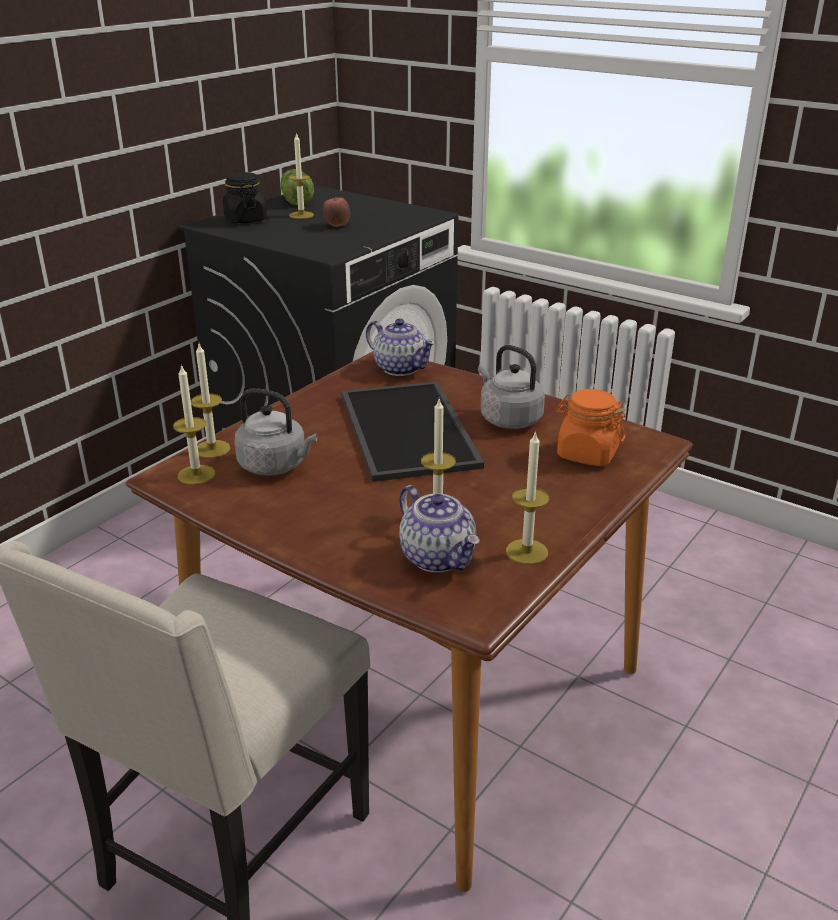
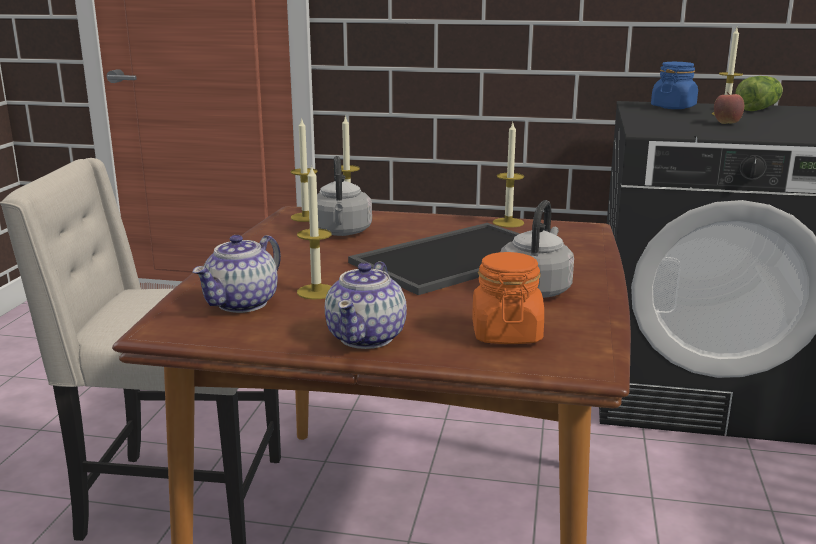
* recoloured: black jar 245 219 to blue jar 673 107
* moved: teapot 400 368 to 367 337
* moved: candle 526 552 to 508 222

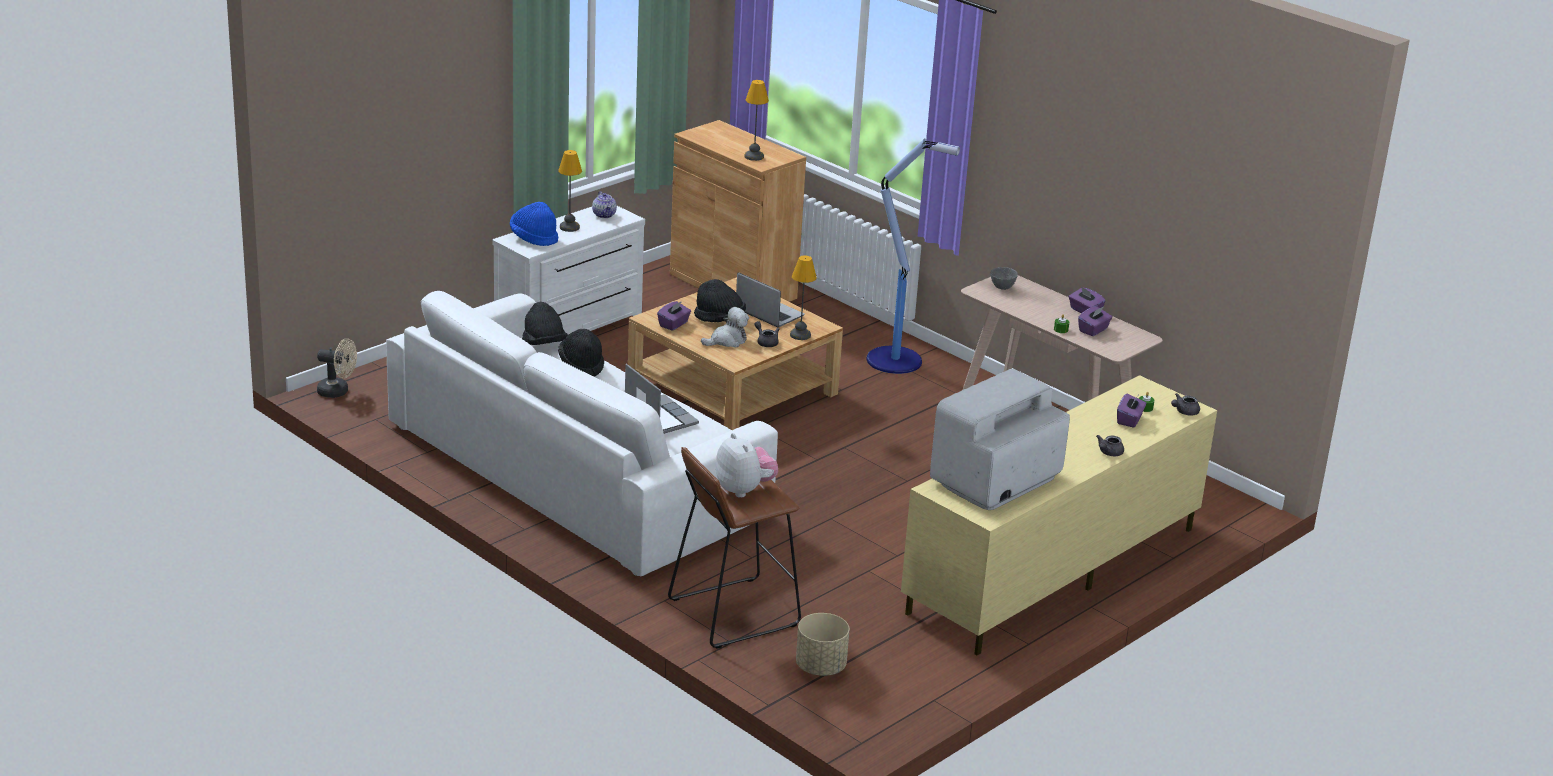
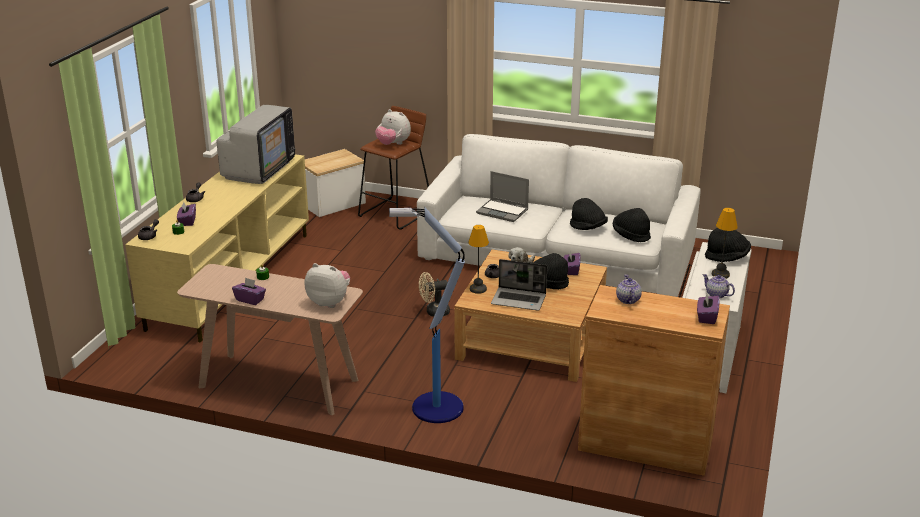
* moved: beige fan 338 392 to 434 312
* recoloured: blue hat 534 238 to black hat 727 257
* replaced: table lamp 754 156 to teapot 627 300
* replaced: beige planter 821 667 to side table 333 204
* replaced: grey bowl 1003 288 to plush toy 329 302
* moved: purple tissue box 1093 330 to 706 317

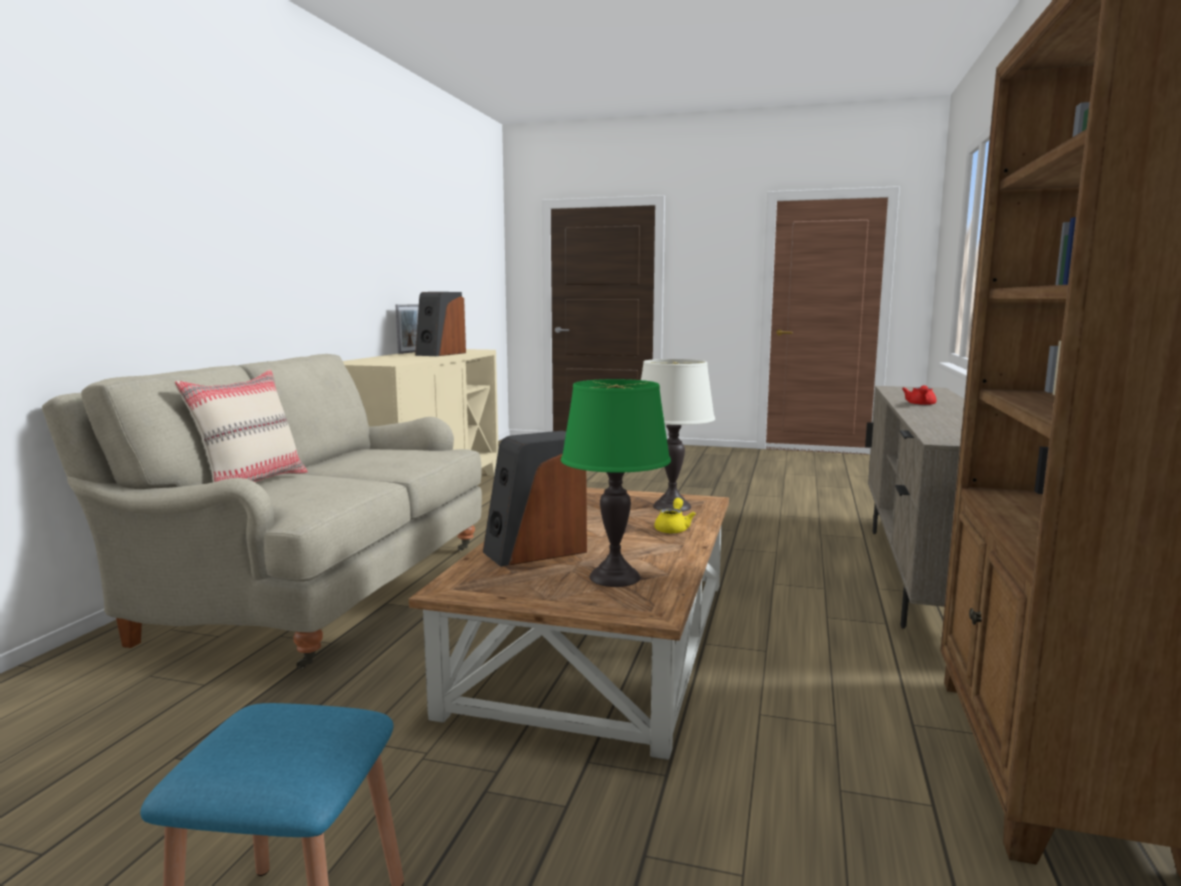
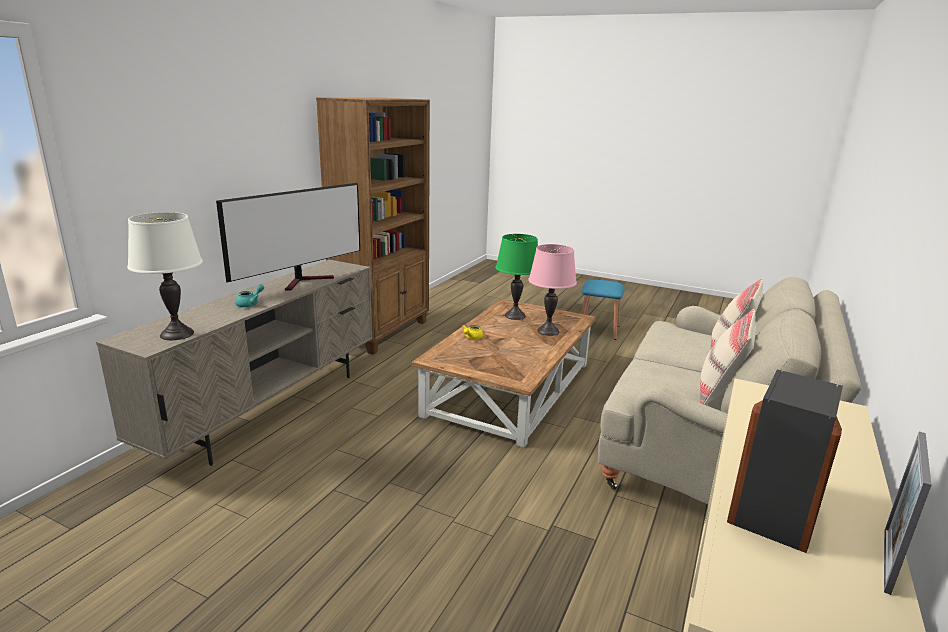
* replaced: speaker 535 551 to pink table lamp 548 331
* moved: white table lamp 672 507 to 177 334
* recoloured: red teapot 920 404 to turquoise teapot 250 304
* added: television 305 281
* added: beige pillow 720 393

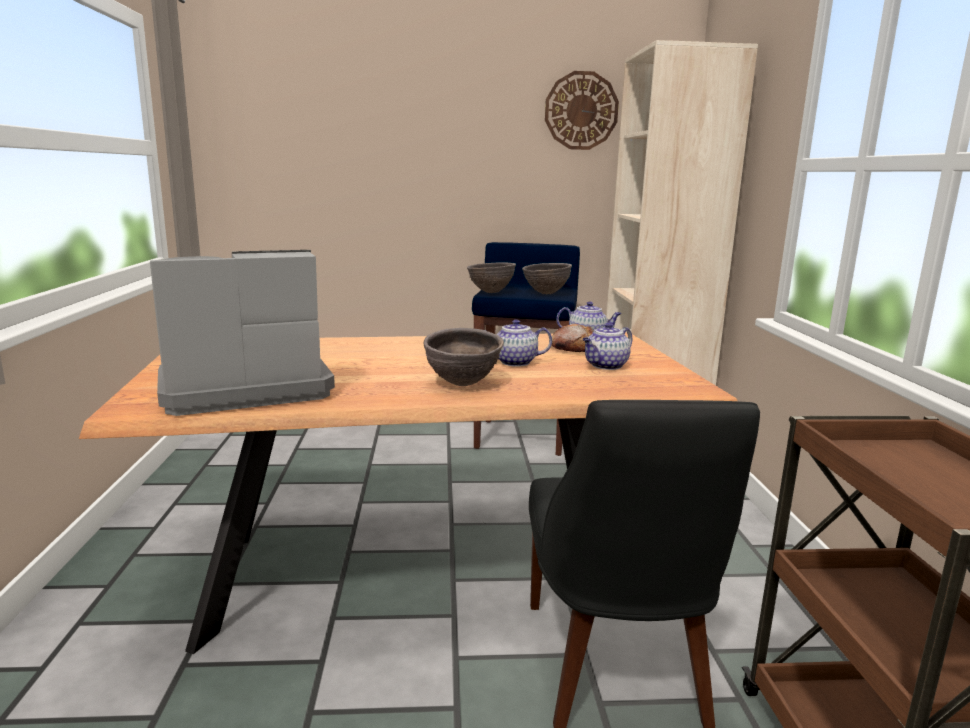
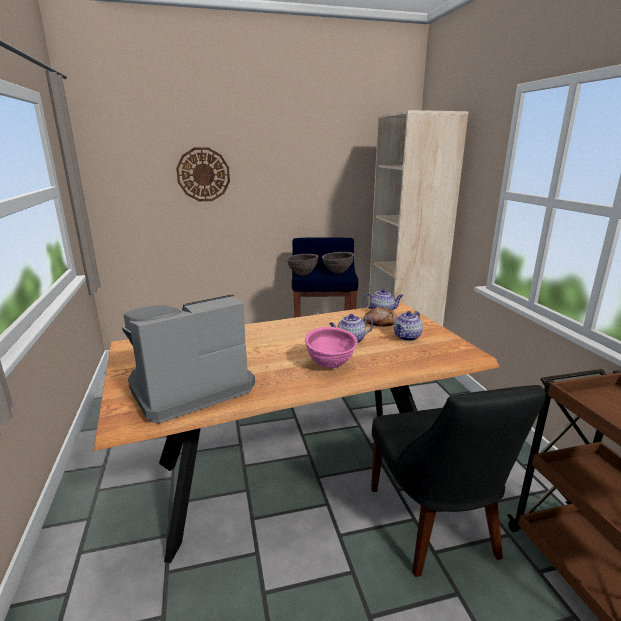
* recoloured: brown bowl 462 384 to pink bowl 330 366
* moved: wall clock 581 111 to 203 174

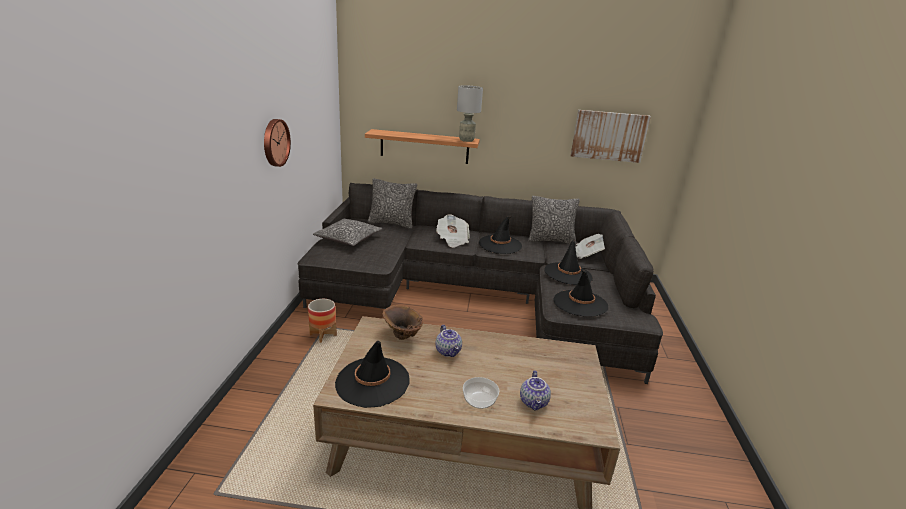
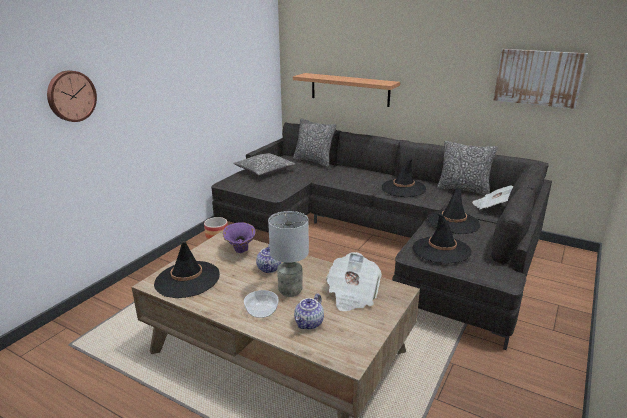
* moved: wall clock 275 142 to 70 96
* recoloured: brown vase 402 337 to purple vase 240 251
* moved: newspaper 452 240 to 352 295
* moved: grey table lamp 467 140 to 290 291

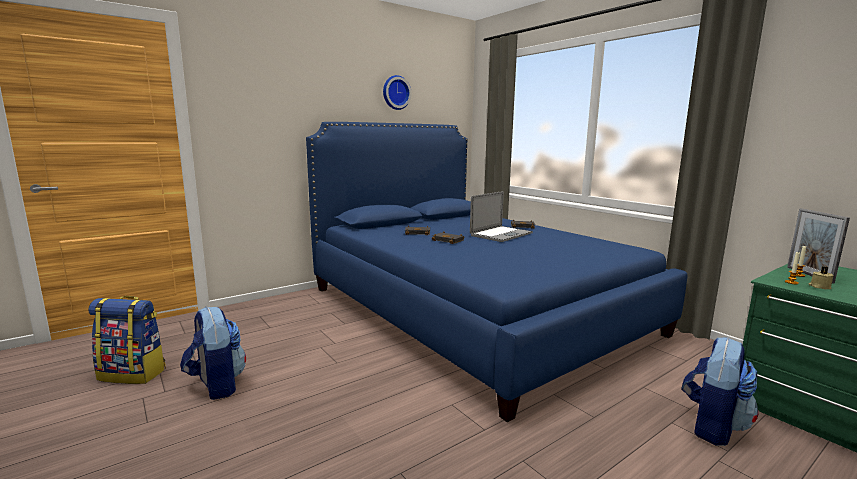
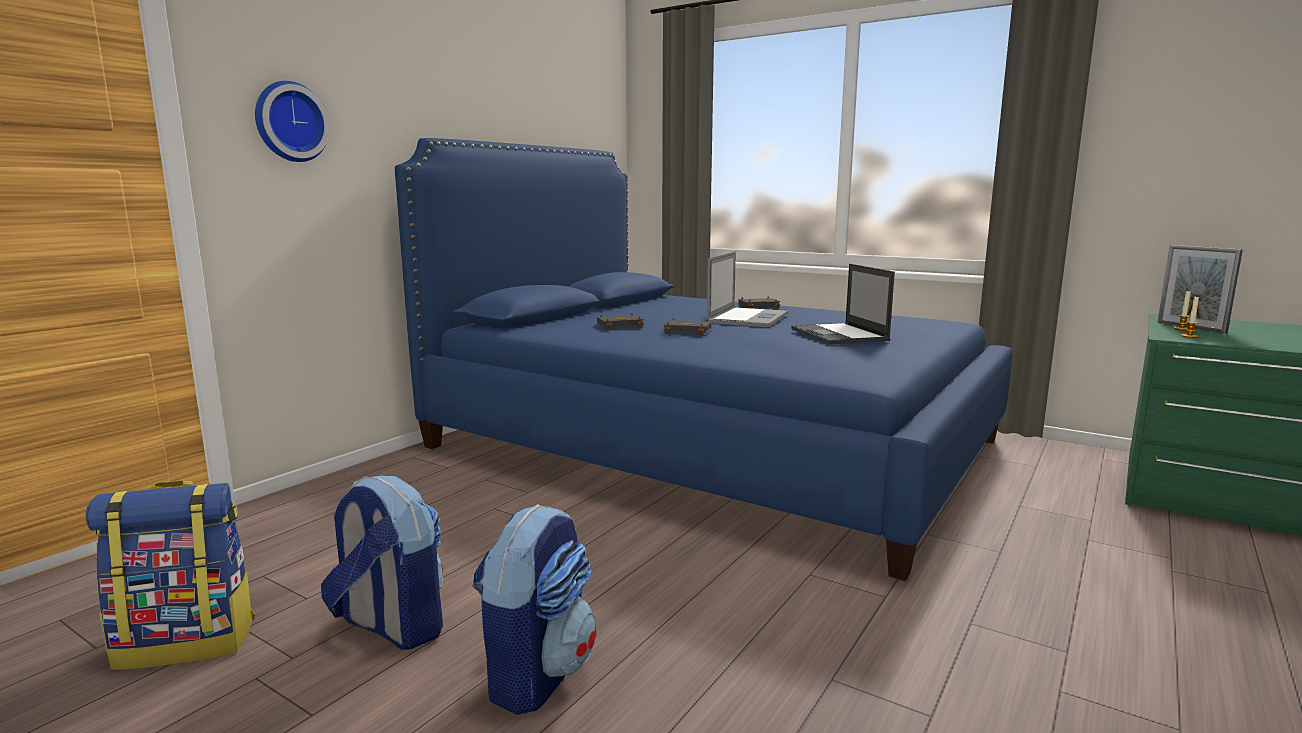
* moved: wall clock 395 92 to 289 122
* moved: backpack 712 426 to 537 673
* removed: beige candle 819 287
* added: laptop 839 335

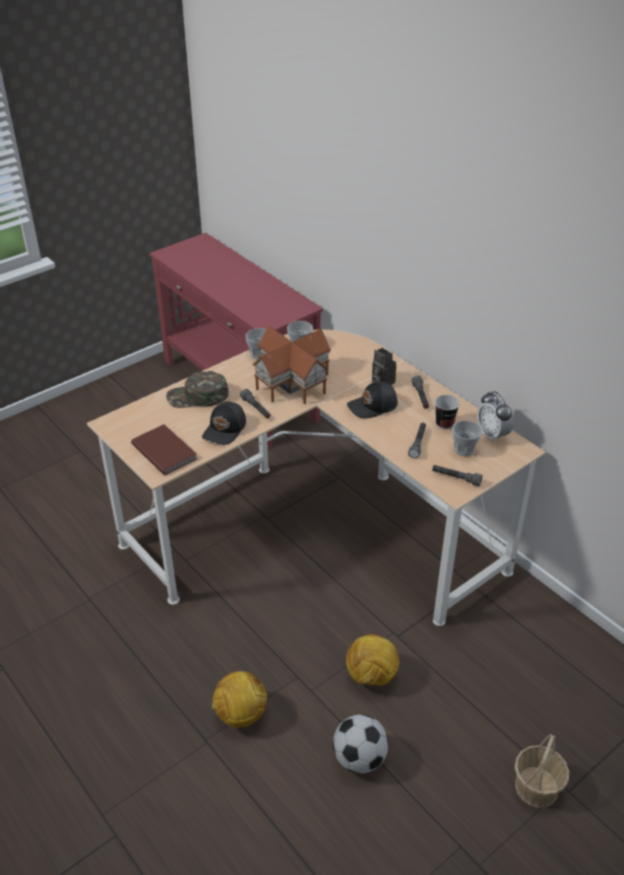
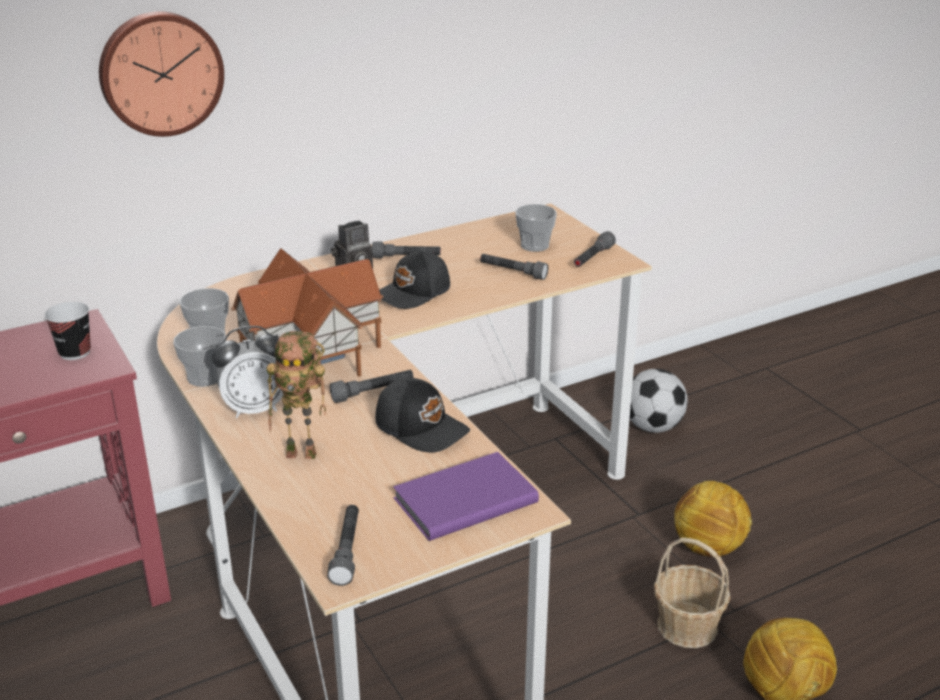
* recoloured: brown book 165 451 to purple book 462 499
* replaced: green cap 197 396 to toy robot 304 453
* moved: football 359 758 to 652 427
* turned: black cap 373 406 = 414 293 60 degrees clockwise
* moved: cup 444 423 to 75 352
* moved: alarm clock 492 435 to 254 408
* moved: basket 537 787 to 687 626
* added: wall clock 160 73
* added: grey flashlight 347 551

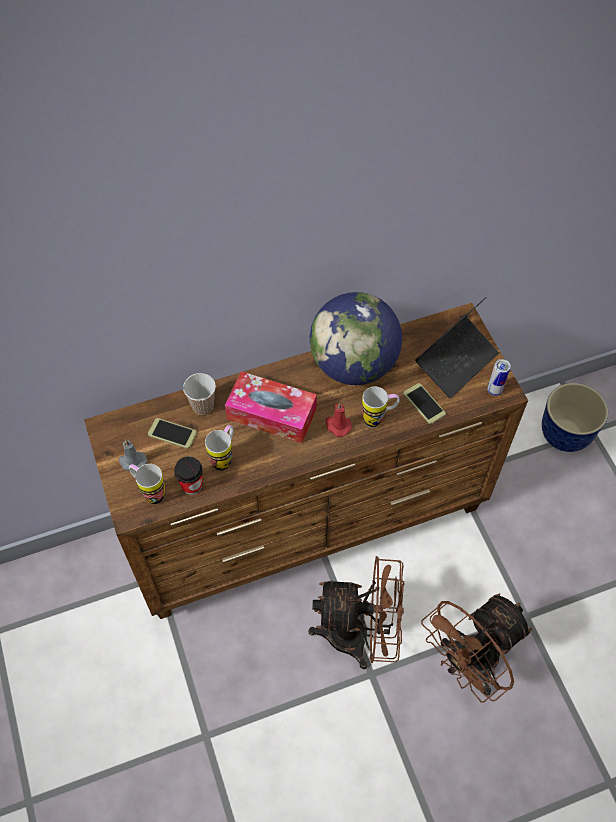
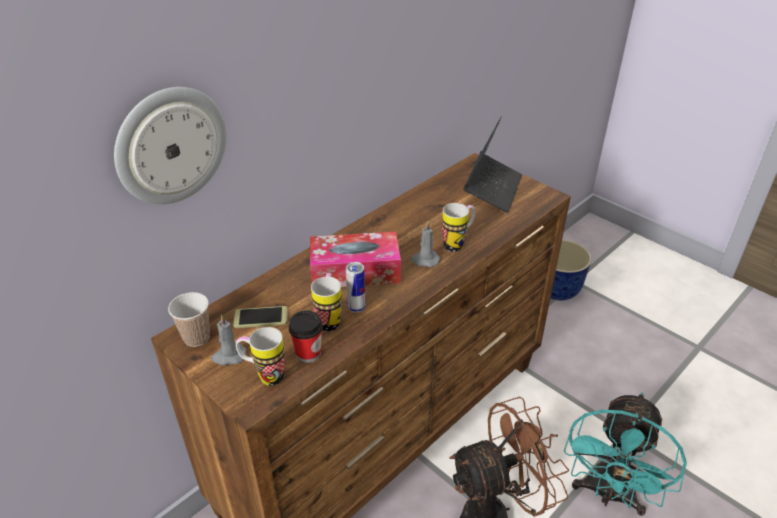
* moved: cup 202 406 to 196 337
* removed: globe 353 364
* recoloured: red candle 337 425 to grey candle 424 260
* removed: phone 424 404
* recoloured: brown fan 468 664 to turquoise fan 608 495
* moved: can 494 390 to 356 307
* added: wall clock 171 145

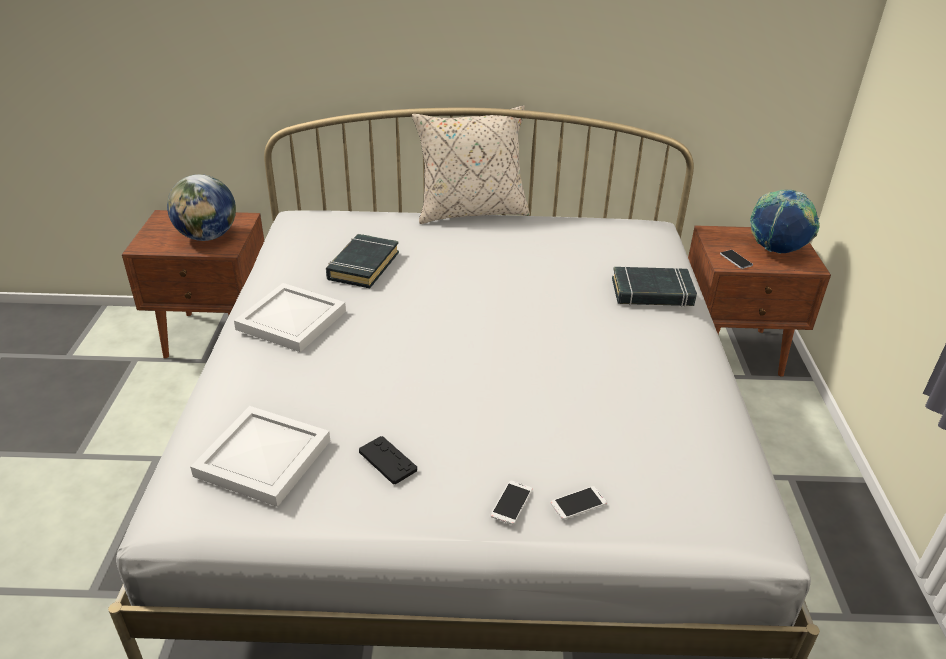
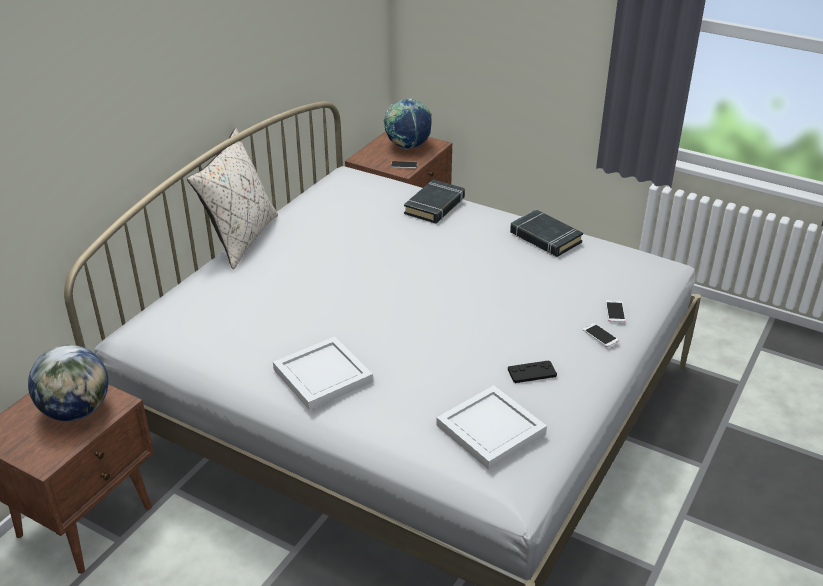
* moved: black book 363 266 to 545 238

